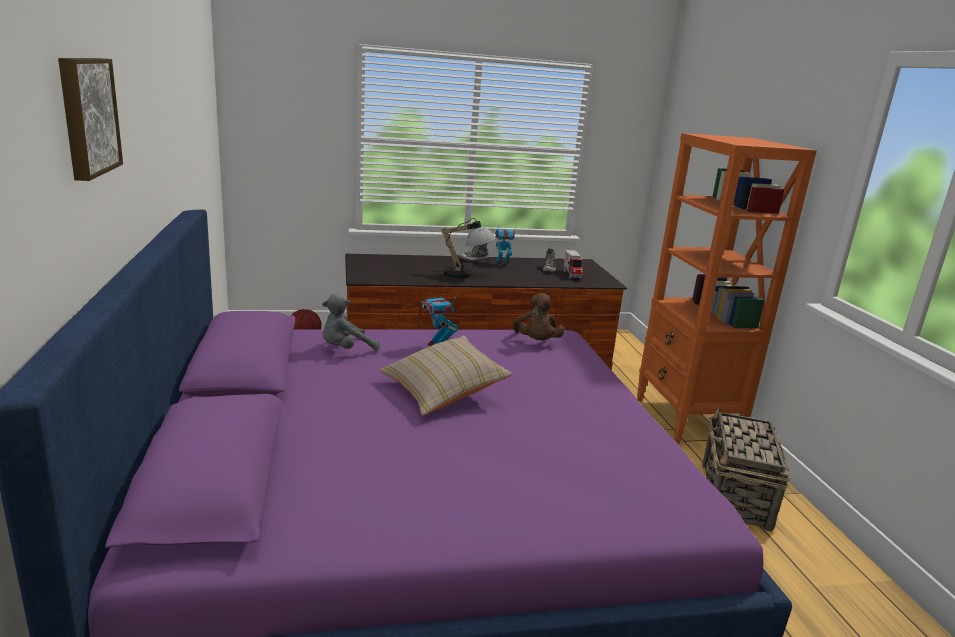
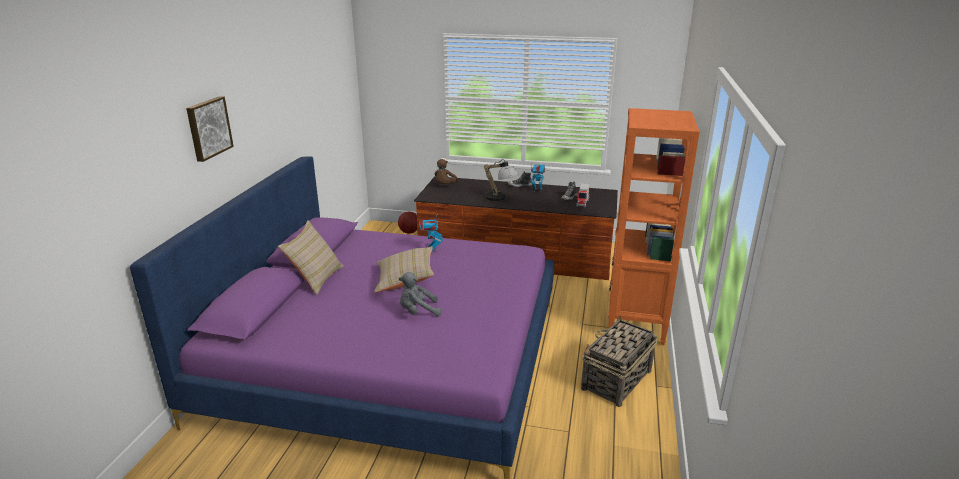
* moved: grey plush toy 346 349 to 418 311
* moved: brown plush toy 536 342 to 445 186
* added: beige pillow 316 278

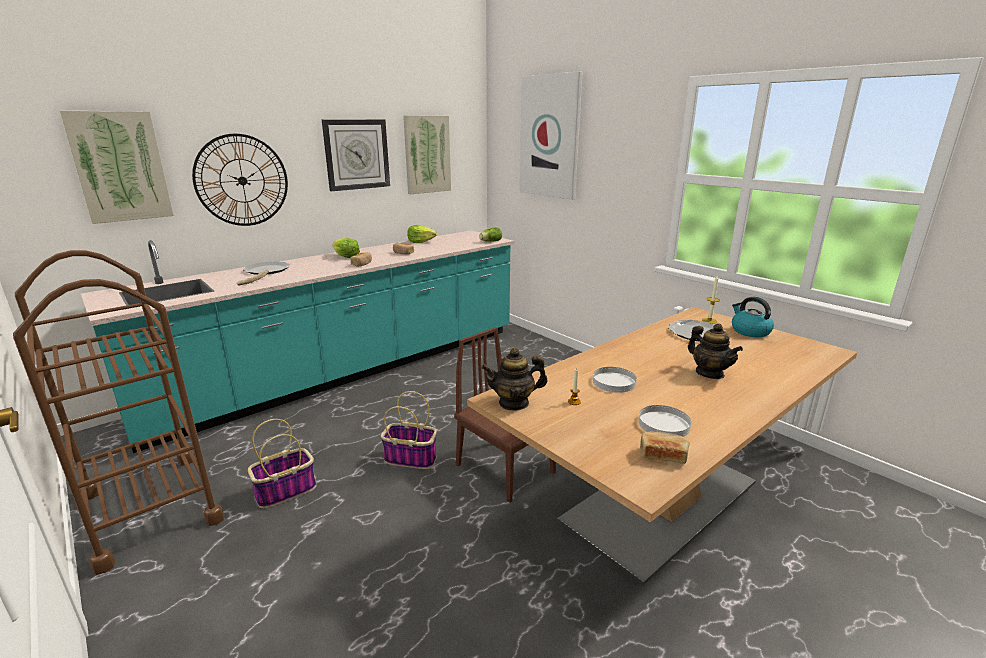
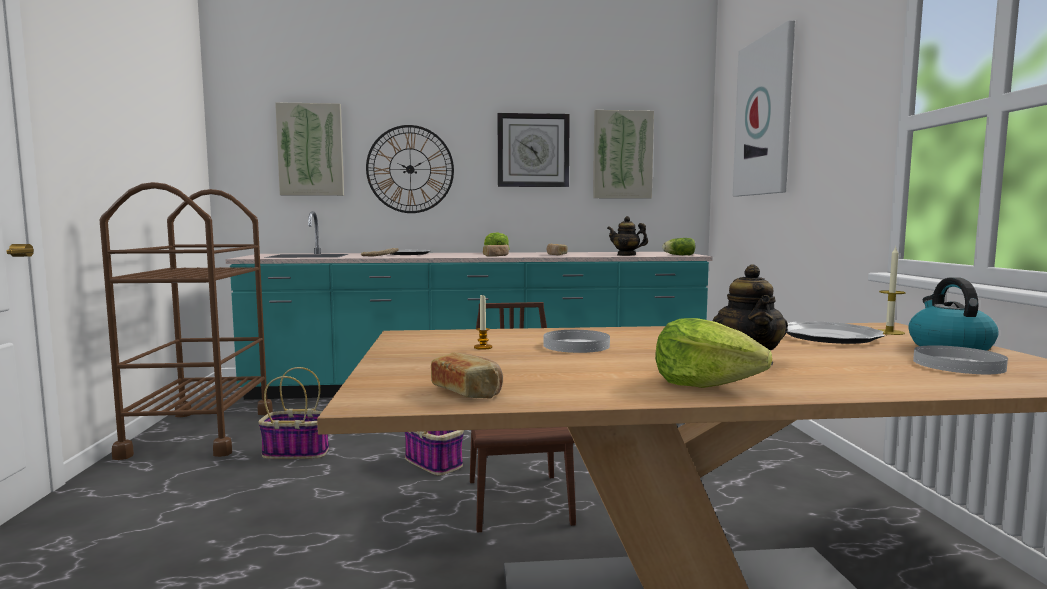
* moved: lettuce 420 242 to 705 384
* moved: teapot 514 403 to 626 255
* moved: white plate 663 424 to 957 364

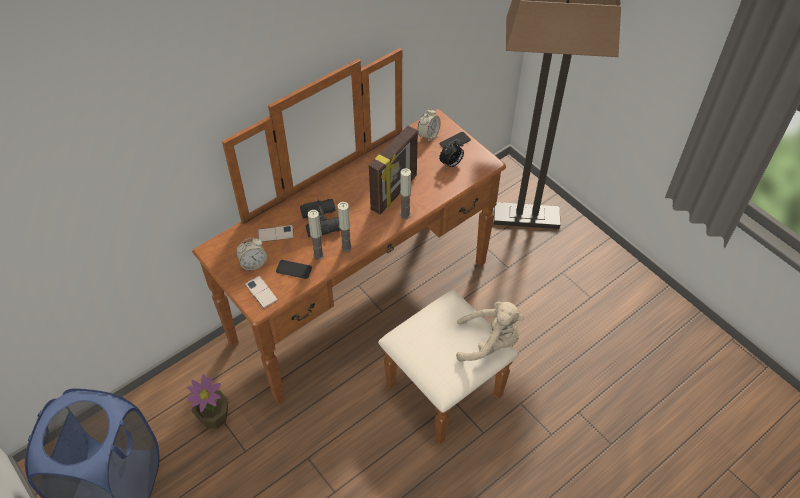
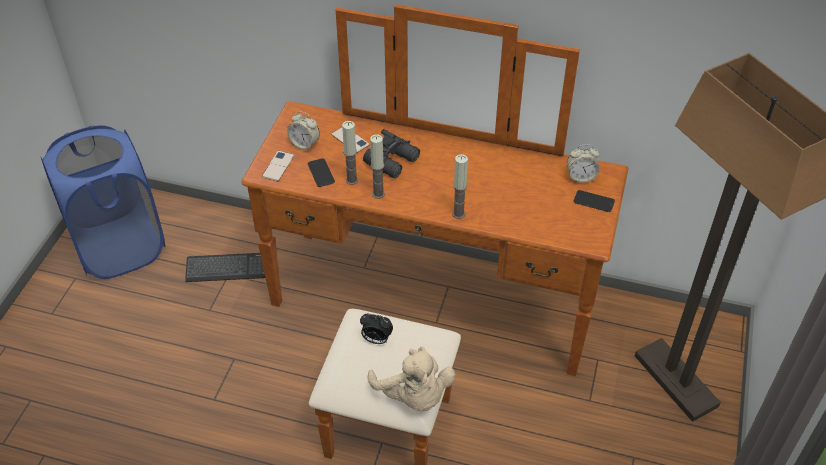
* replaced: potted plant 214 417 to keyboard 226 269
* removed: picture frame 395 193
* moved: alarm clock 451 164 to 376 339

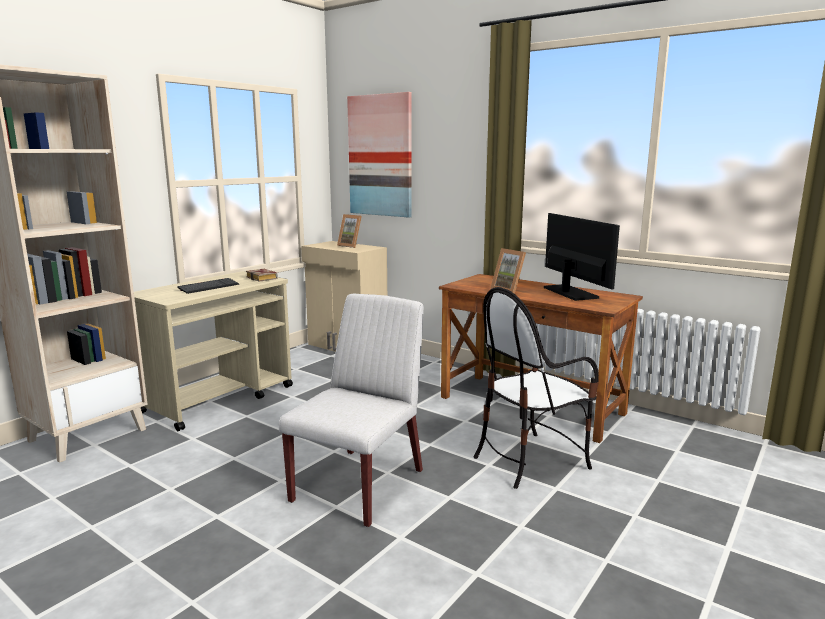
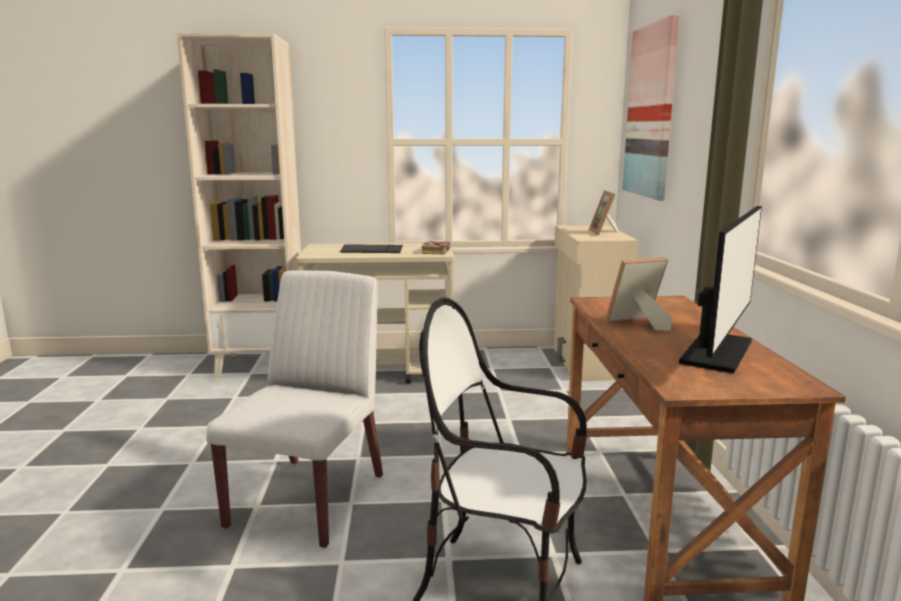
* turned: white chair 359 485 = 309 499 60 degrees counterclockwise
* turned: picture frame 509 290 = 638 324 60 degrees clockwise

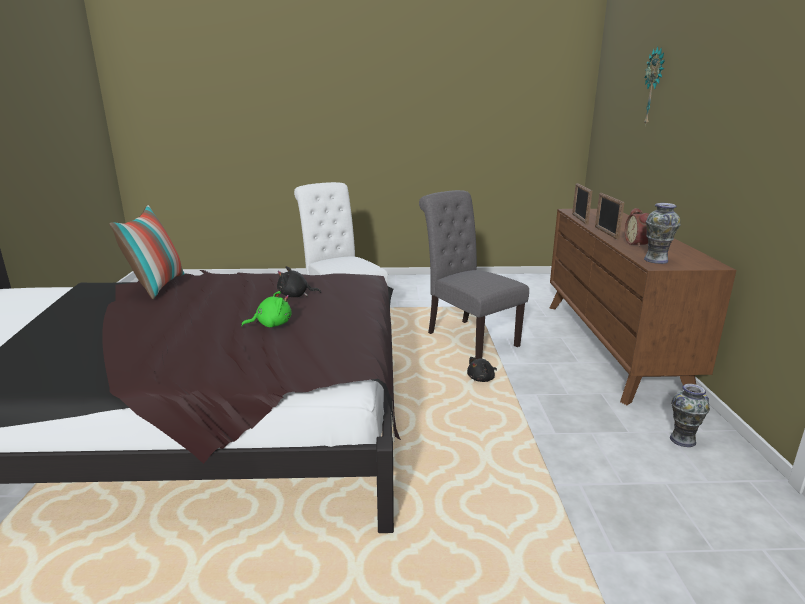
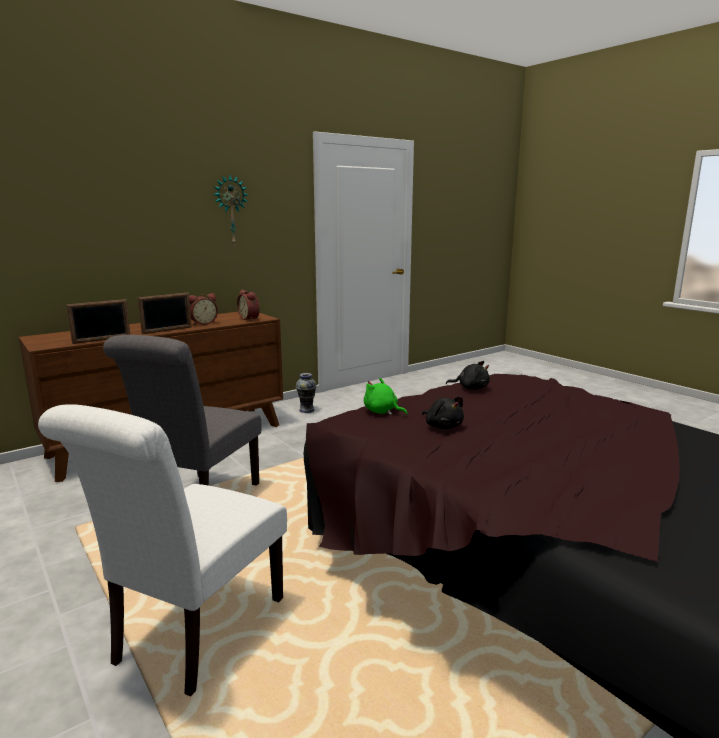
* removed: pillow 157 286
* moved: green plush toy 271 324 to 382 412
* moved: black plush toy 482 379 to 470 388
* moved: wall clock 654 87 to 230 210
* replaced: vase 655 260 to alarm clock 250 319

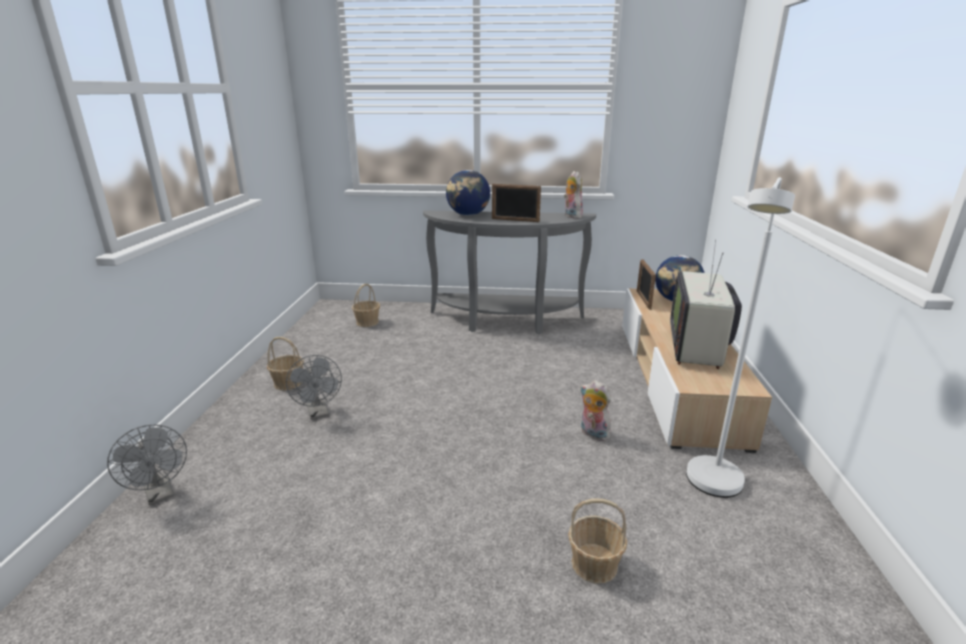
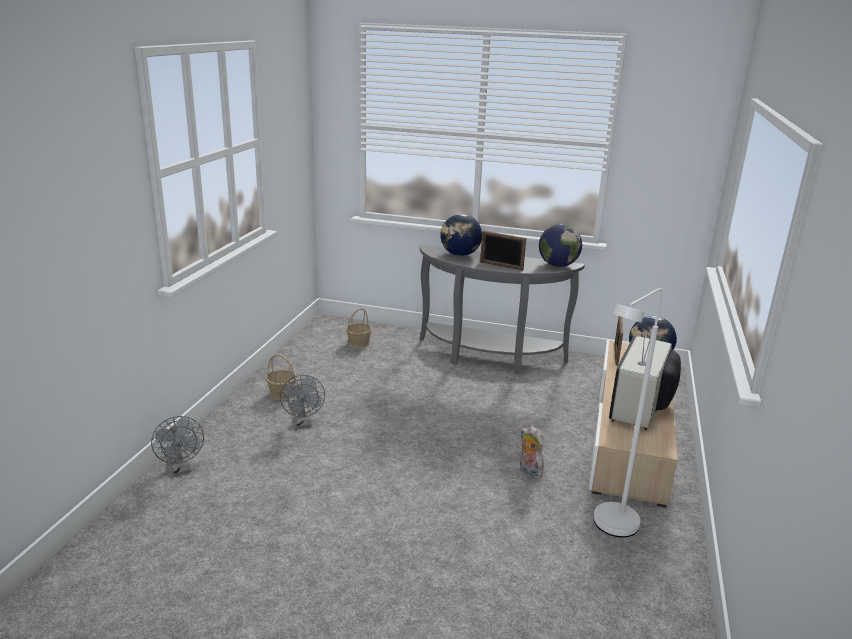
* replaced: plush toy 571 216 to globe 557 265
* removed: basket 594 564

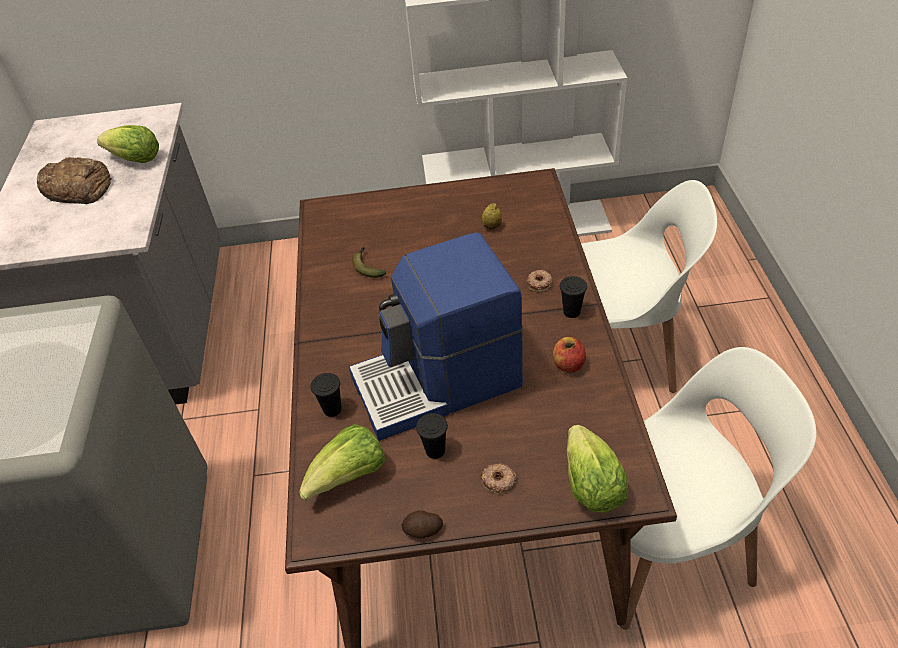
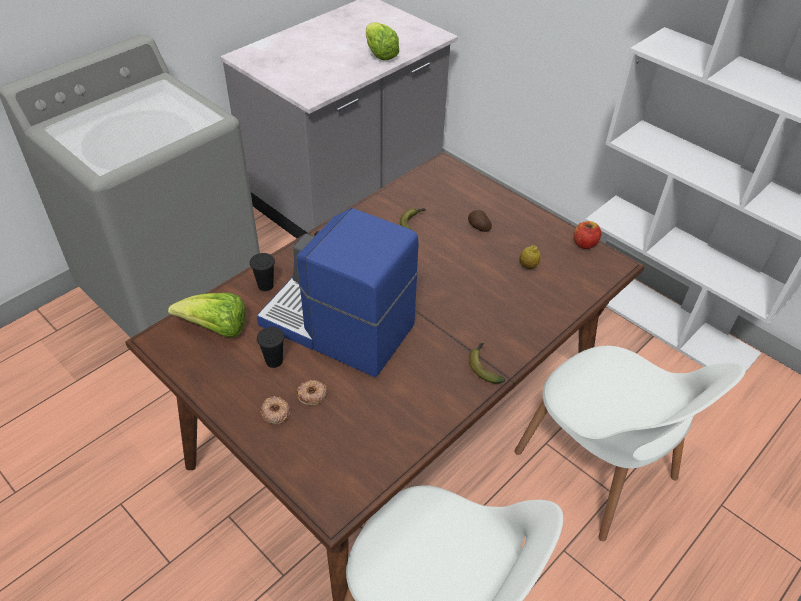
* removed: bread 78 188
* moved: potato 423 530 to 478 227
* moved: donut 539 283 to 312 395
* moved: apple 568 364 to 584 244
* replaced: black cup 571 312 to banana 484 366
* removed: lettuce 591 486

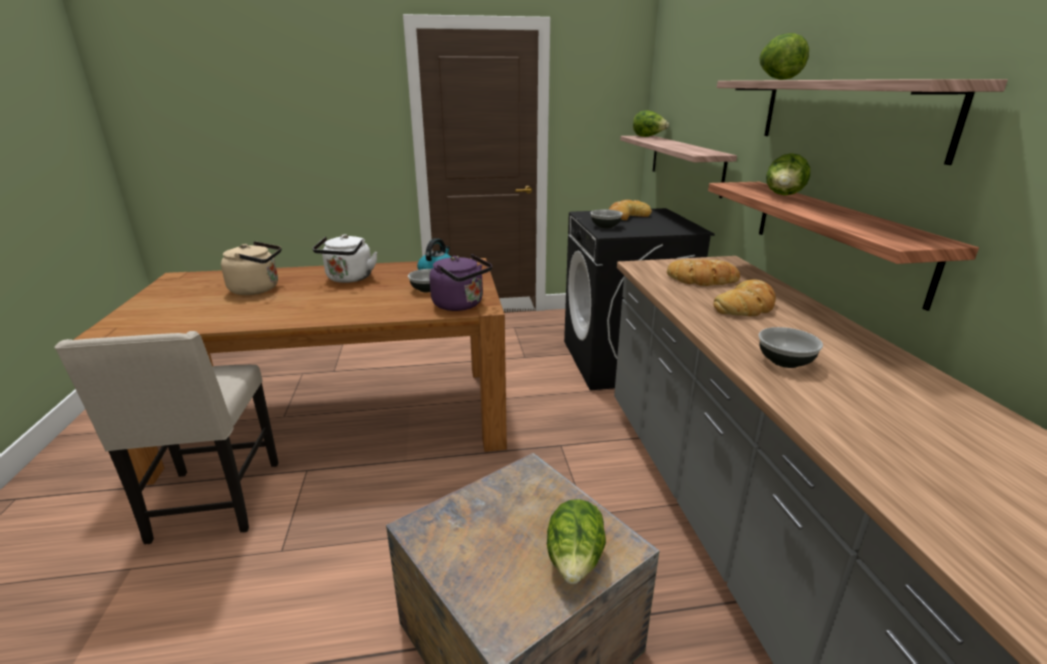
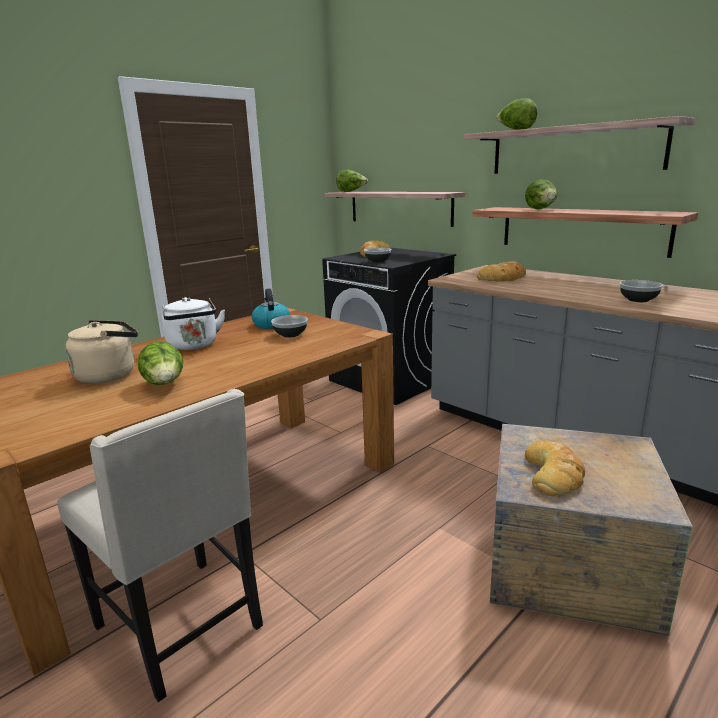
* removed: purple kettle 461 305
* moved: lettuce 575 562 to 165 385
* moved: bread 746 306 to 554 473

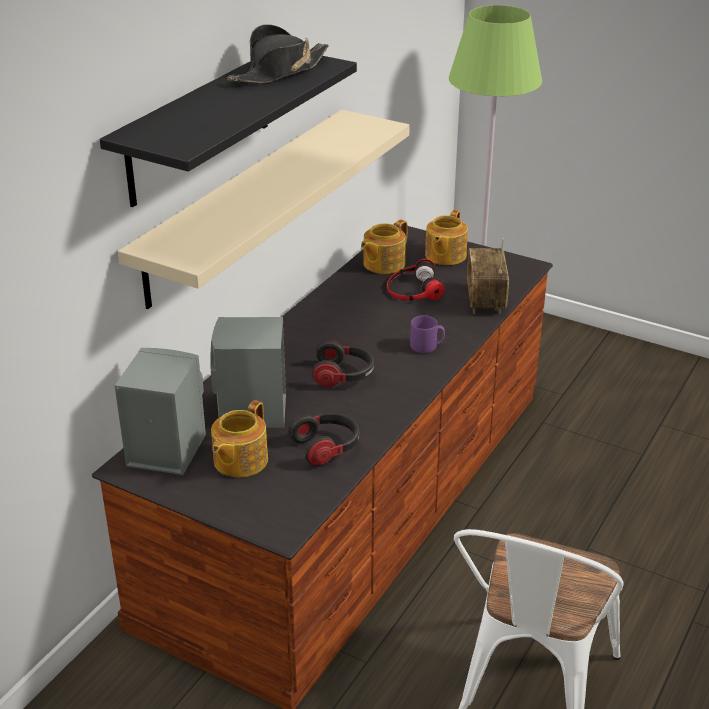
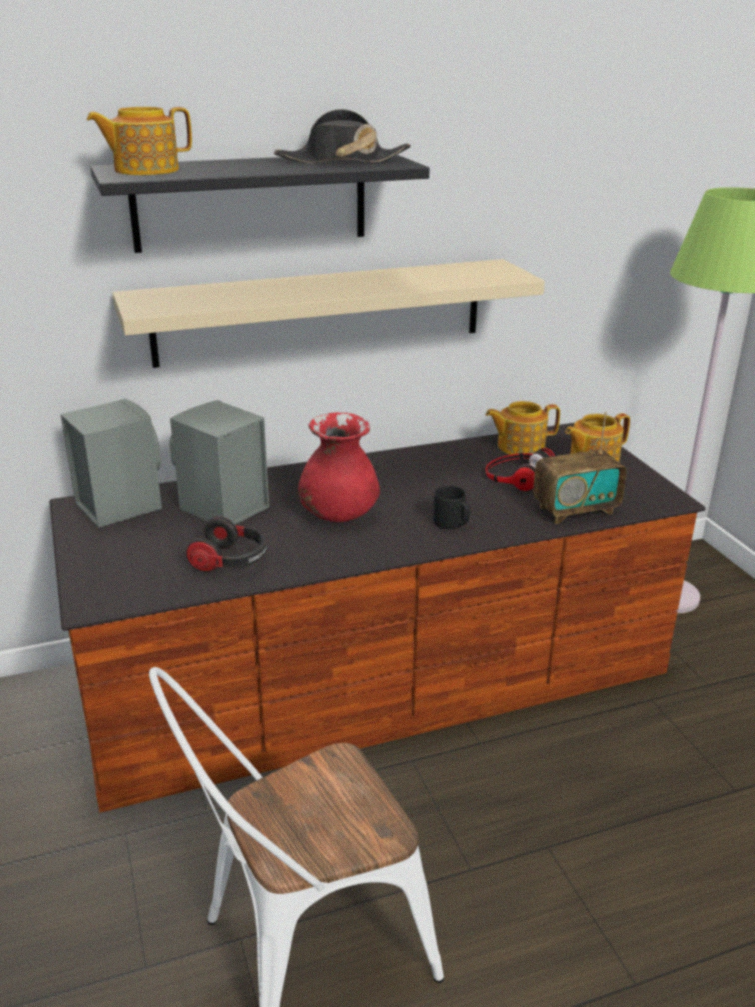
* moved: teapot 239 461 to 145 170
* replaced: headphones 343 376 to red vase 338 515
* recoloured: purple mug 427 346 to black mug 452 523
* turned: radio 485 300 = 575 510 150 degrees counterclockwise

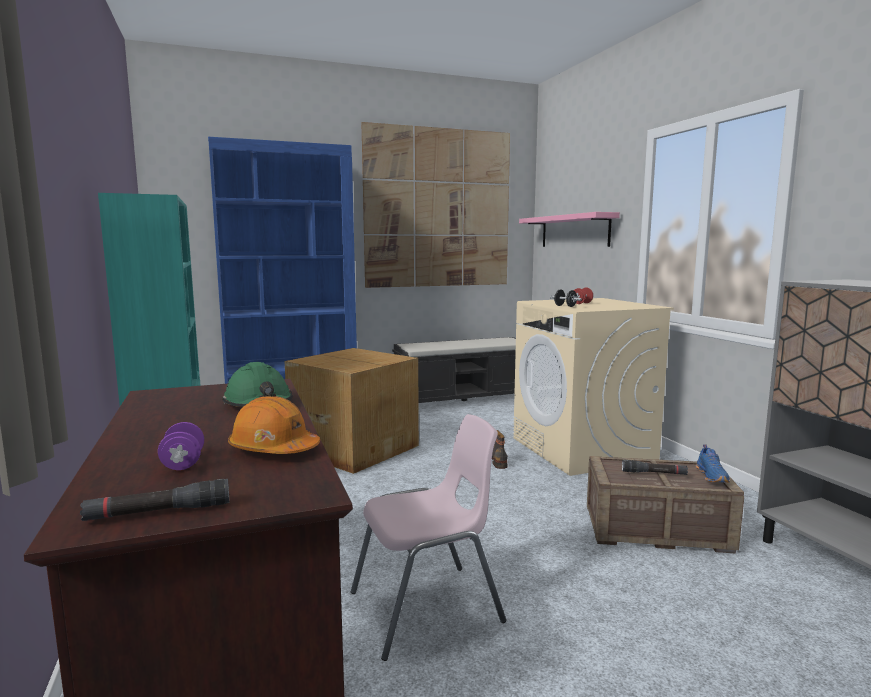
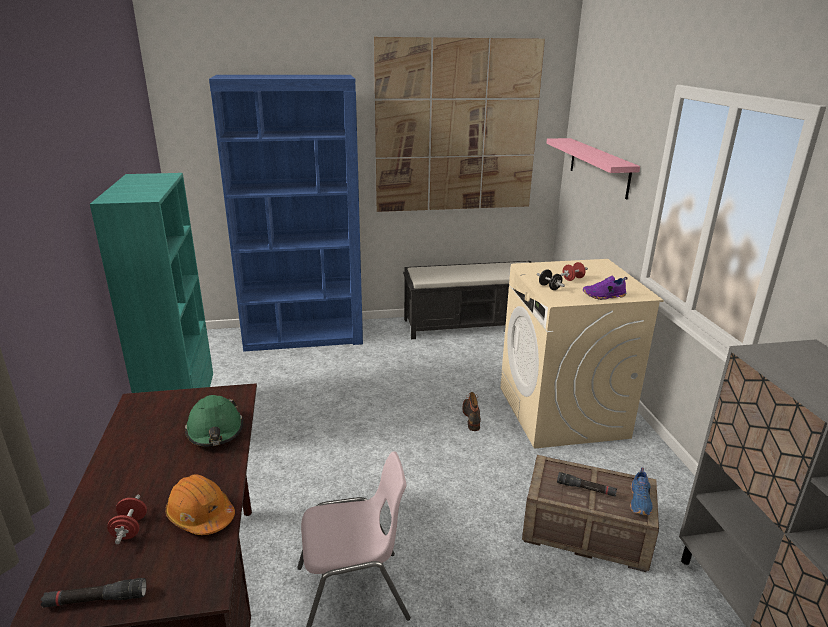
* recoloured: purple dumbbell 183 463 to red dumbbell 130 529
* removed: cardboard box 354 447
* added: purple shoe 604 296

